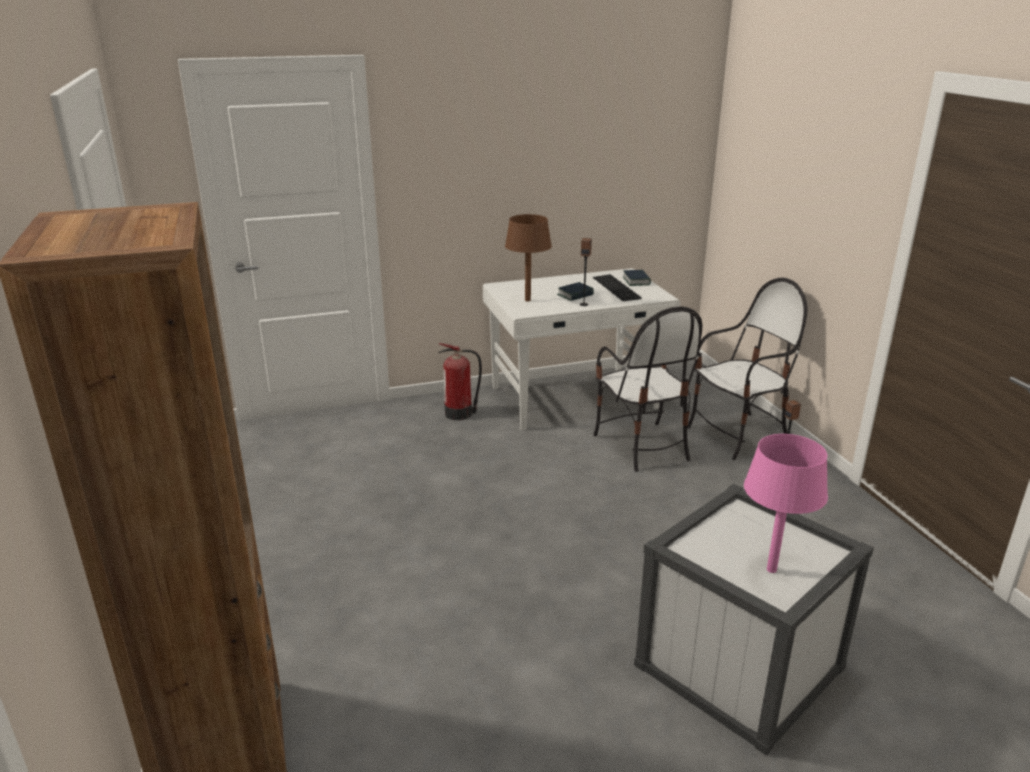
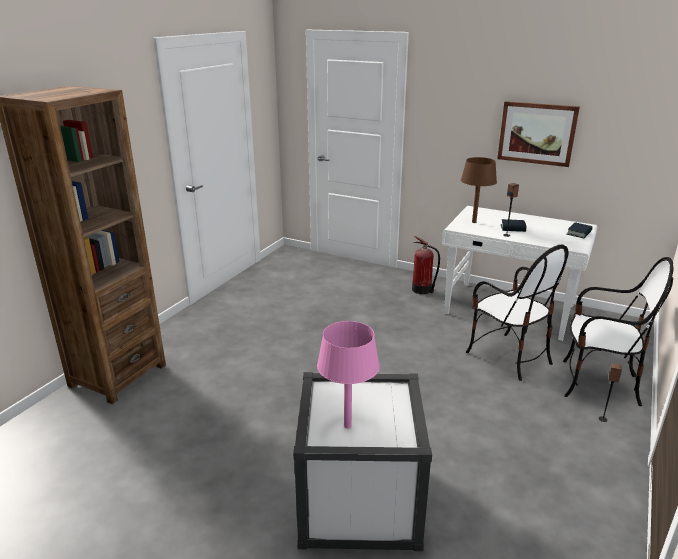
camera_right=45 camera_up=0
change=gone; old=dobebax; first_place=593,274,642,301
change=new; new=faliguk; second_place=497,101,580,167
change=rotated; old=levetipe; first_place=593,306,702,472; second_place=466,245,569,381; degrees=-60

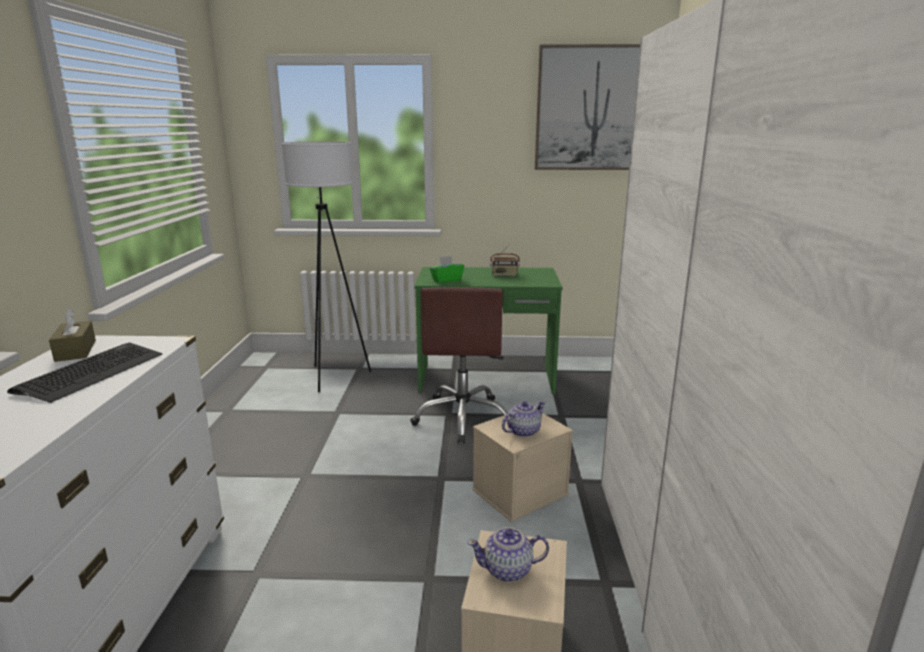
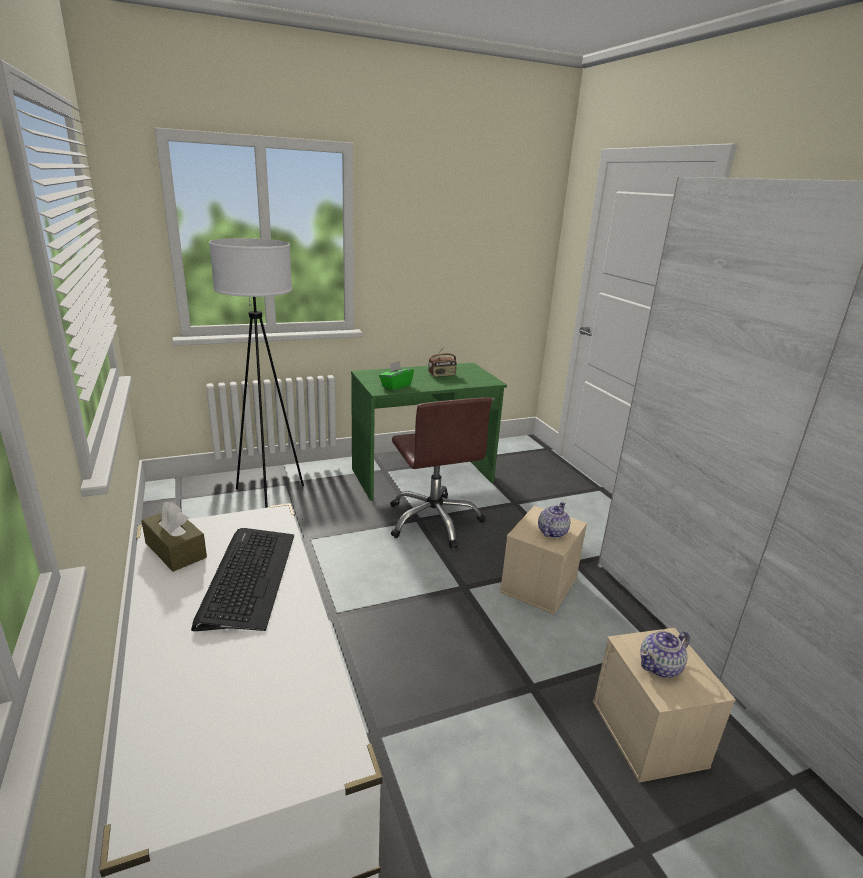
camera_right=-25 camera_up=5
change=gone; old=faliguk; first_place=535,44,640,170

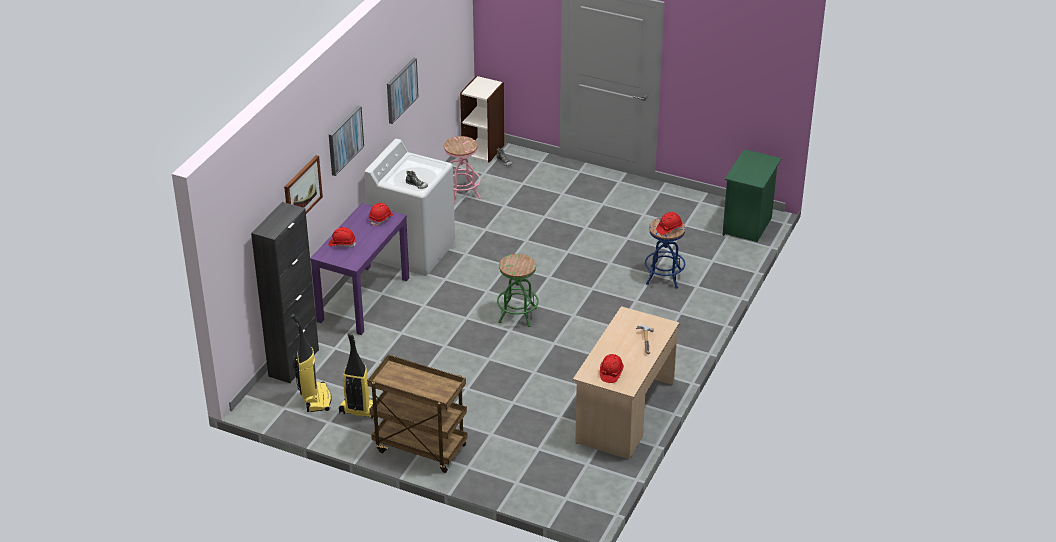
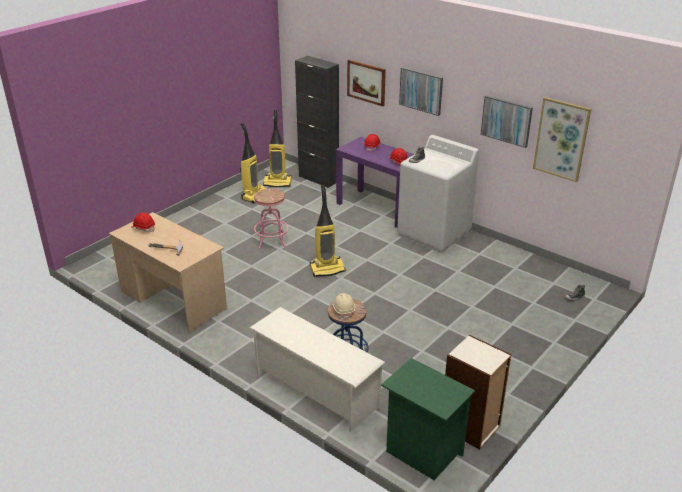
camera_right=105 camera_up=-5
change=gone; old=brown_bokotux; first_place=367,355,468,473
change=new; new=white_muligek; second_place=249,307,385,432
change=new; new=faliguk; second_place=533,97,591,182
change=shifted; old=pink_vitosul; first_place=444,136,481,204; second_place=254,189,288,249
change=shifted; old=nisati; first_place=460,76,505,163; second_place=445,335,511,450
change=swapped; old=green_vitosul; new=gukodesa; first_place=497,254,539,327; second_place=310,185,346,277
change=repainted; old=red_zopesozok; new=beige_zopesozok; first_place=656,212,683,235; second_place=333,293,355,319

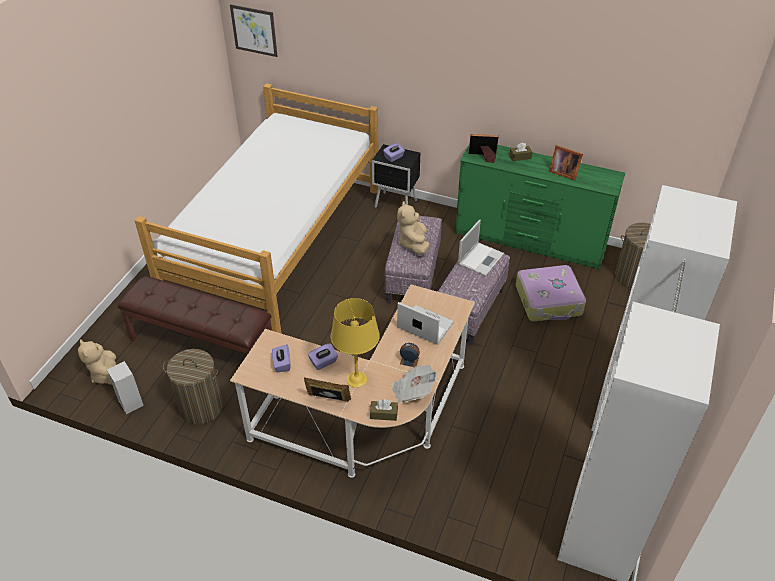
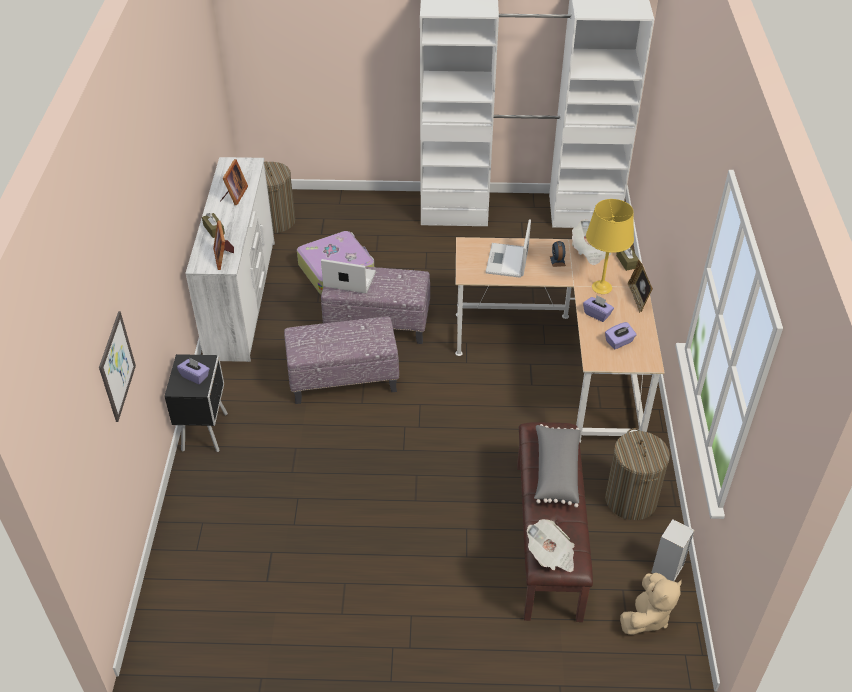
camera_right=-110 camera_up=0
change=gone; old=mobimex; first_place=135,83,378,334
change=gone; old=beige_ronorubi; first_place=397,201,430,255
change=new; new=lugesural; second_place=527,519,575,572
change=new; new=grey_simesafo; second_place=534,424,581,508
change=shifted; old=faliguk; first_place=230,4,278,57; second_place=99,311,136,422
change=repainted; old=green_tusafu; new=white_tusafu; first_place=455,145,625,270; second_place=185,157,275,362

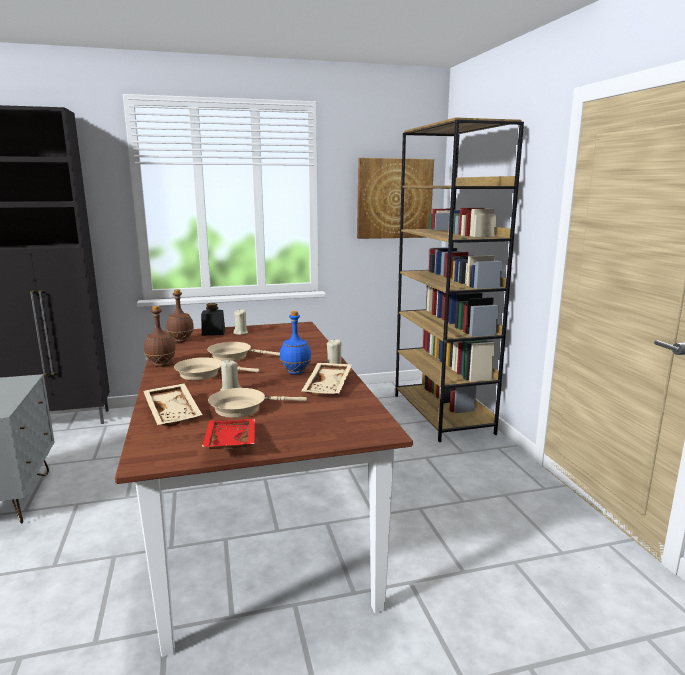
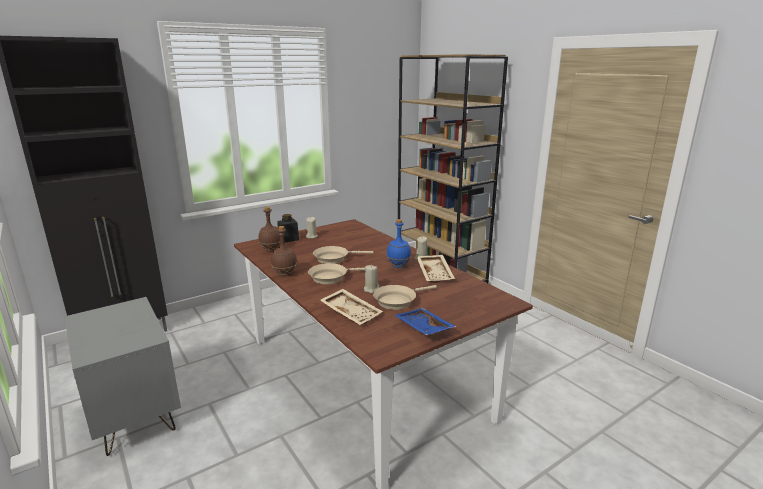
camera_right=-20 camera_up=5
change=gone; old=faliguk; first_place=357,158,434,239
change=repainted; old=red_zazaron; new=blue_zazaron; first_place=202,419,255,449; second_place=395,308,457,336

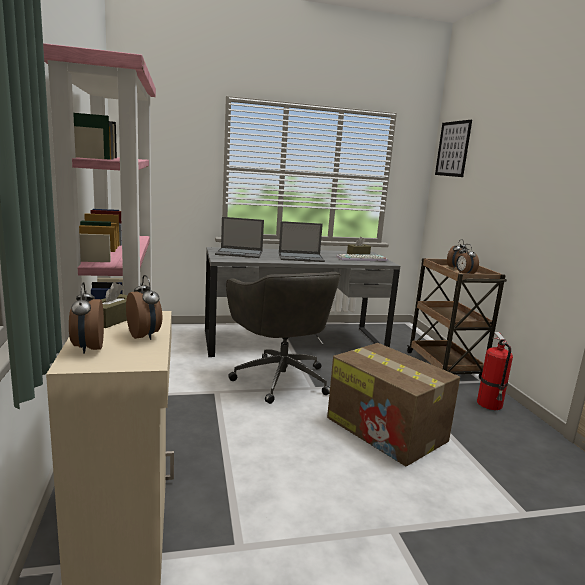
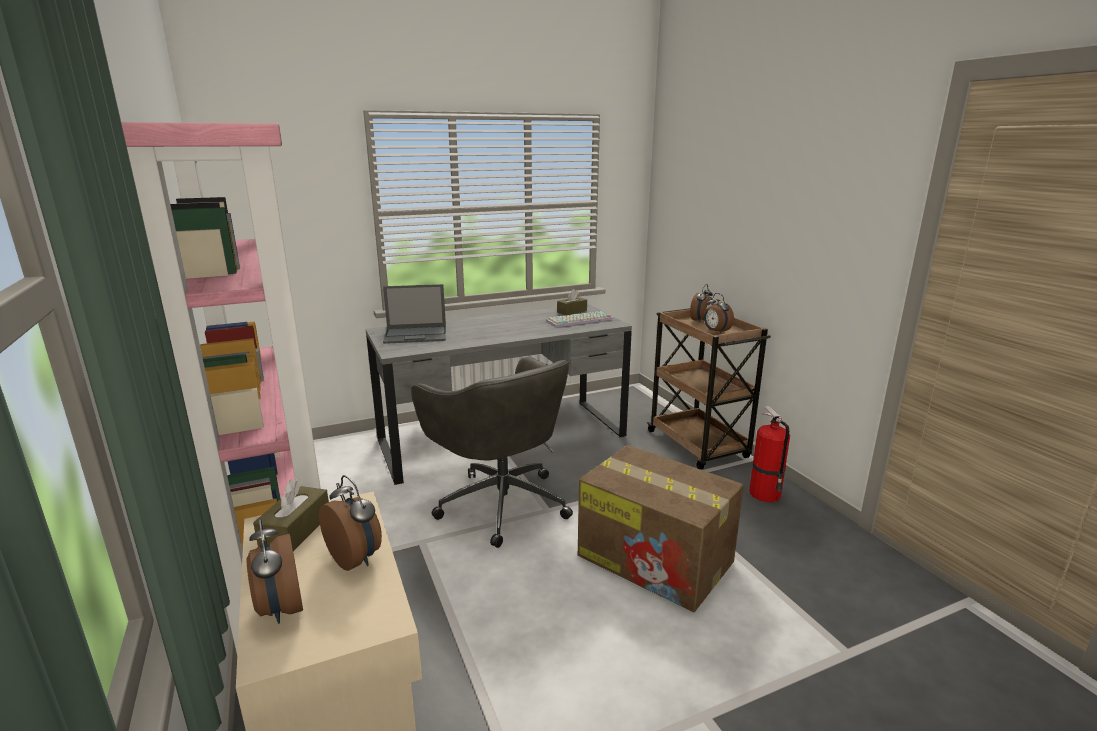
camera_right=-10 camera_up=5
change=gone; old=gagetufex; first_place=279,221,325,262
change=gone; old=faliguk; first_place=435,120,472,177

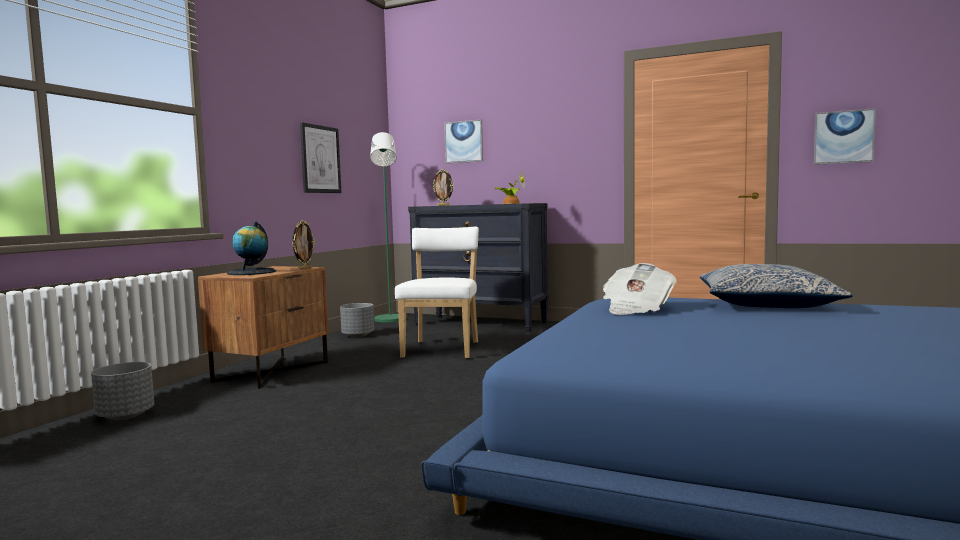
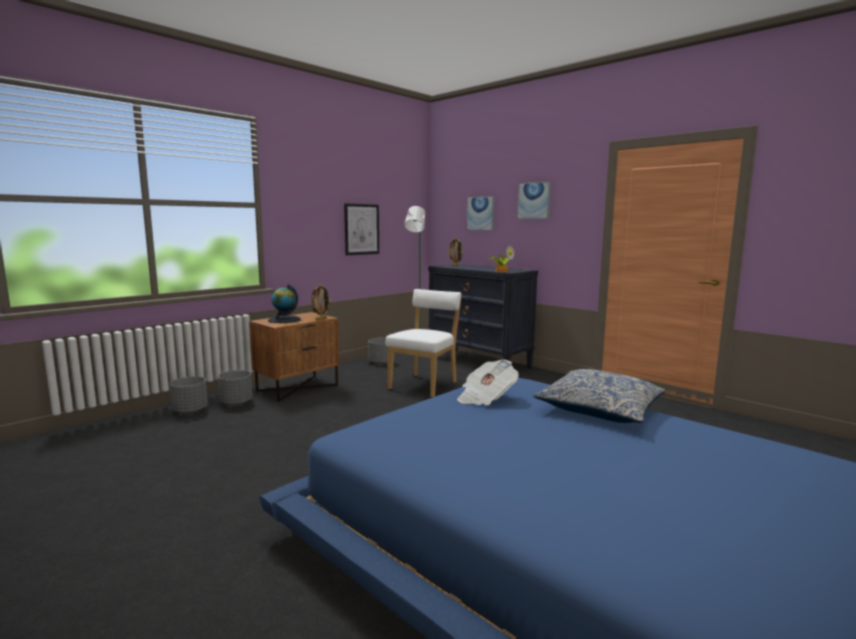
camera_right=20 camera_up=5
change=new; new=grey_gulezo; second_place=218,370,253,405
change=shifted; old=faliguk; first_place=814,108,876,165; second_place=517,181,551,220

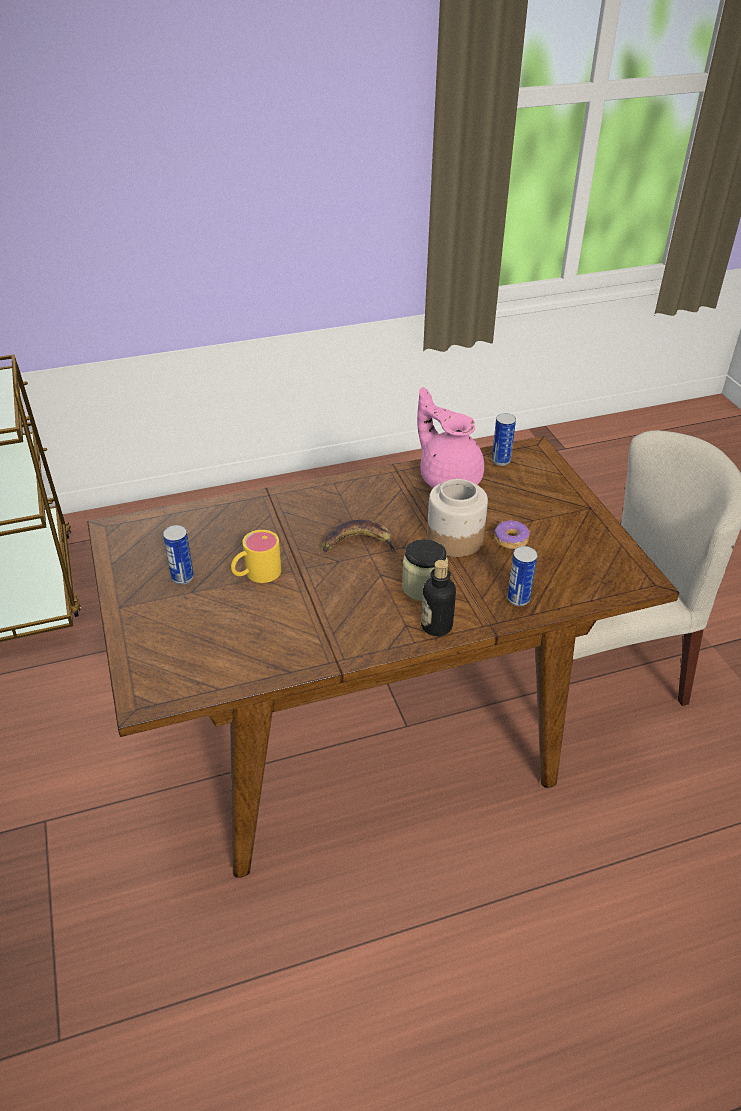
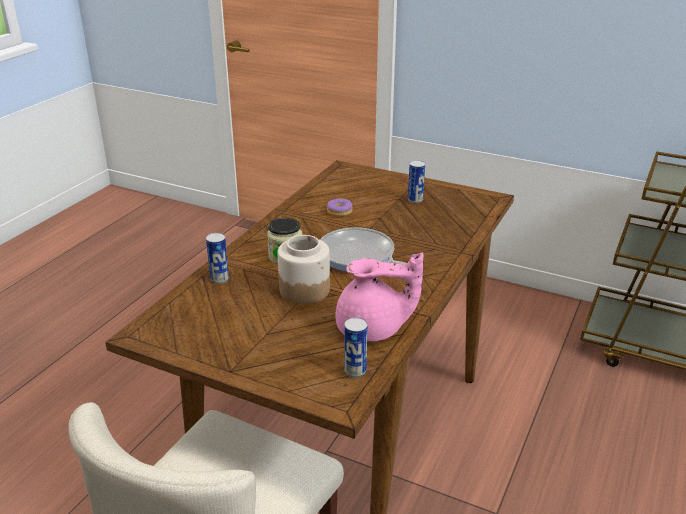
camera_right=135 camera_up=-10
change=gone; old=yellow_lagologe; first_place=231,530,281,583
change=gone; old=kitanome; first_place=421,560,456,636
change=shifted; old=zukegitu; first_place=494,520,530,549; second_place=327,198,353,216
change=swapped; old=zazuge; new=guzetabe; first_place=323,520,396,553; second_place=320,227,407,272

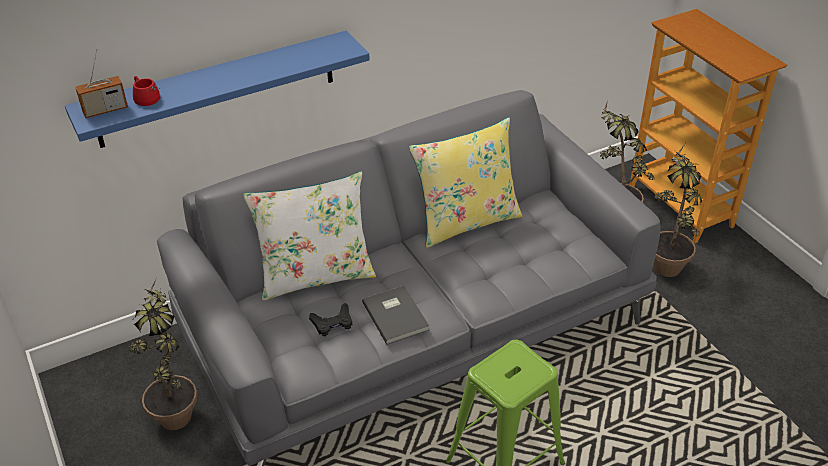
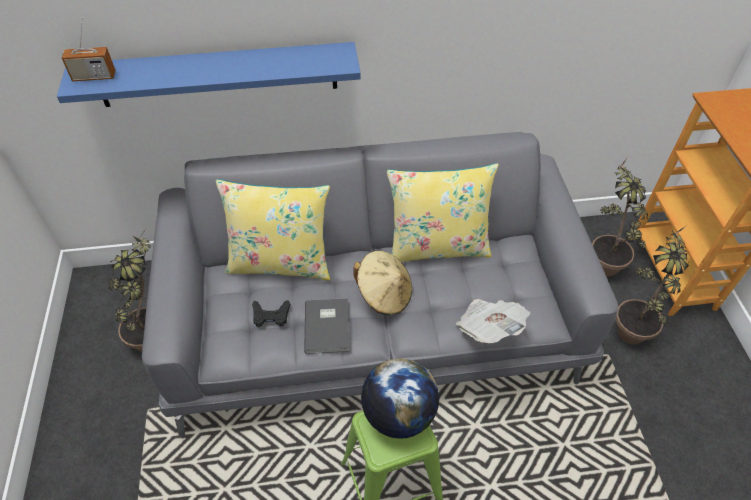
camera_right=20 camera_up=10
change=gone; old=red_lagologe; first_place=133,76,160,106
change=new; new=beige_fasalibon; second_place=353,251,412,315
change=new; new=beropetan; second_place=361,358,439,439
change=new; new=lugesural; second_place=456,299,530,343
change=repainted; old=white_simesafo; new=yellow_simesafo; first_place=243,171,376,300; second_place=216,179,330,280

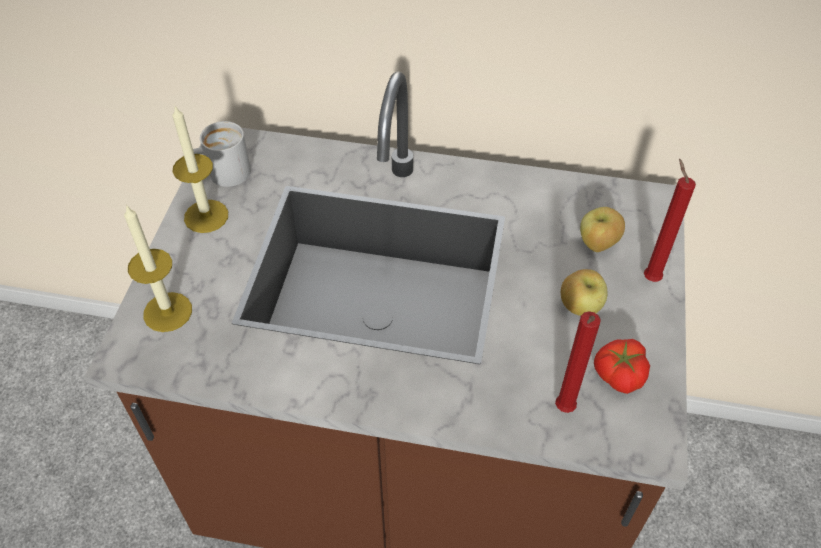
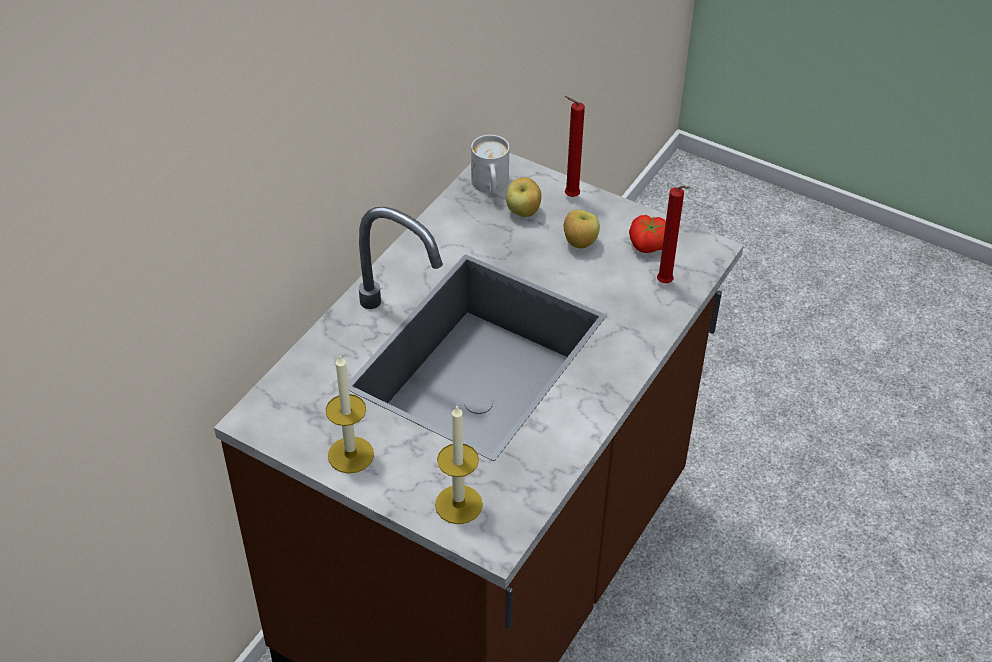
camera_right=-70 camera_up=-5
change=shifted; old=white_lagologe; first_place=193,121,251,187; second_place=471,135,509,195

